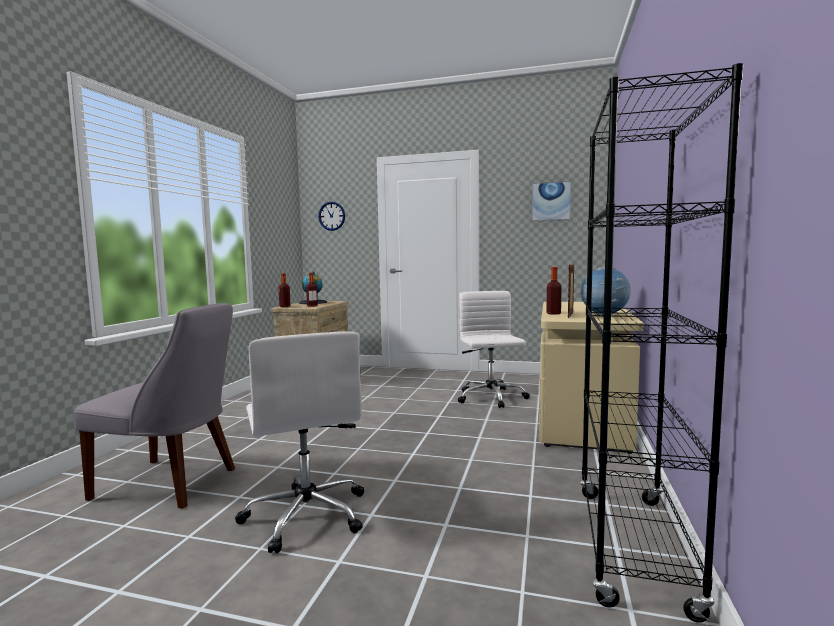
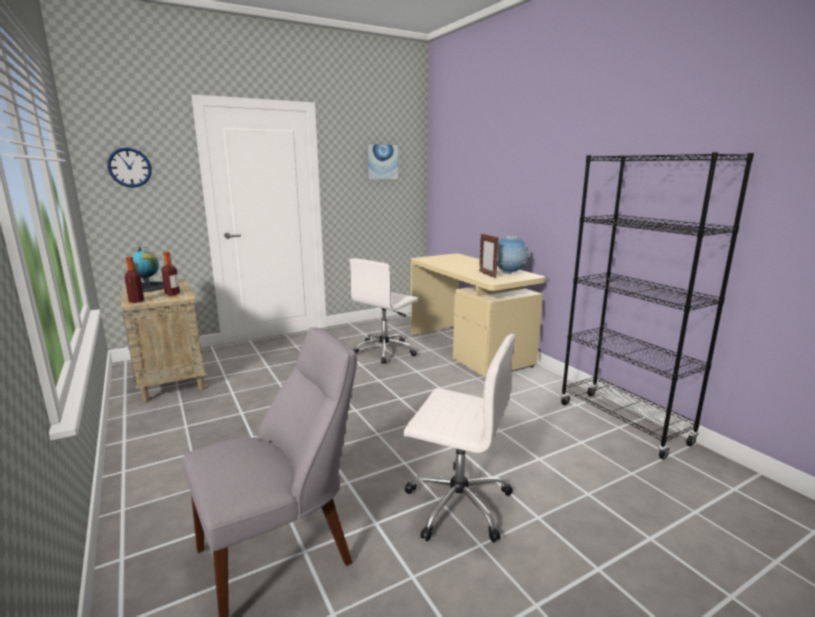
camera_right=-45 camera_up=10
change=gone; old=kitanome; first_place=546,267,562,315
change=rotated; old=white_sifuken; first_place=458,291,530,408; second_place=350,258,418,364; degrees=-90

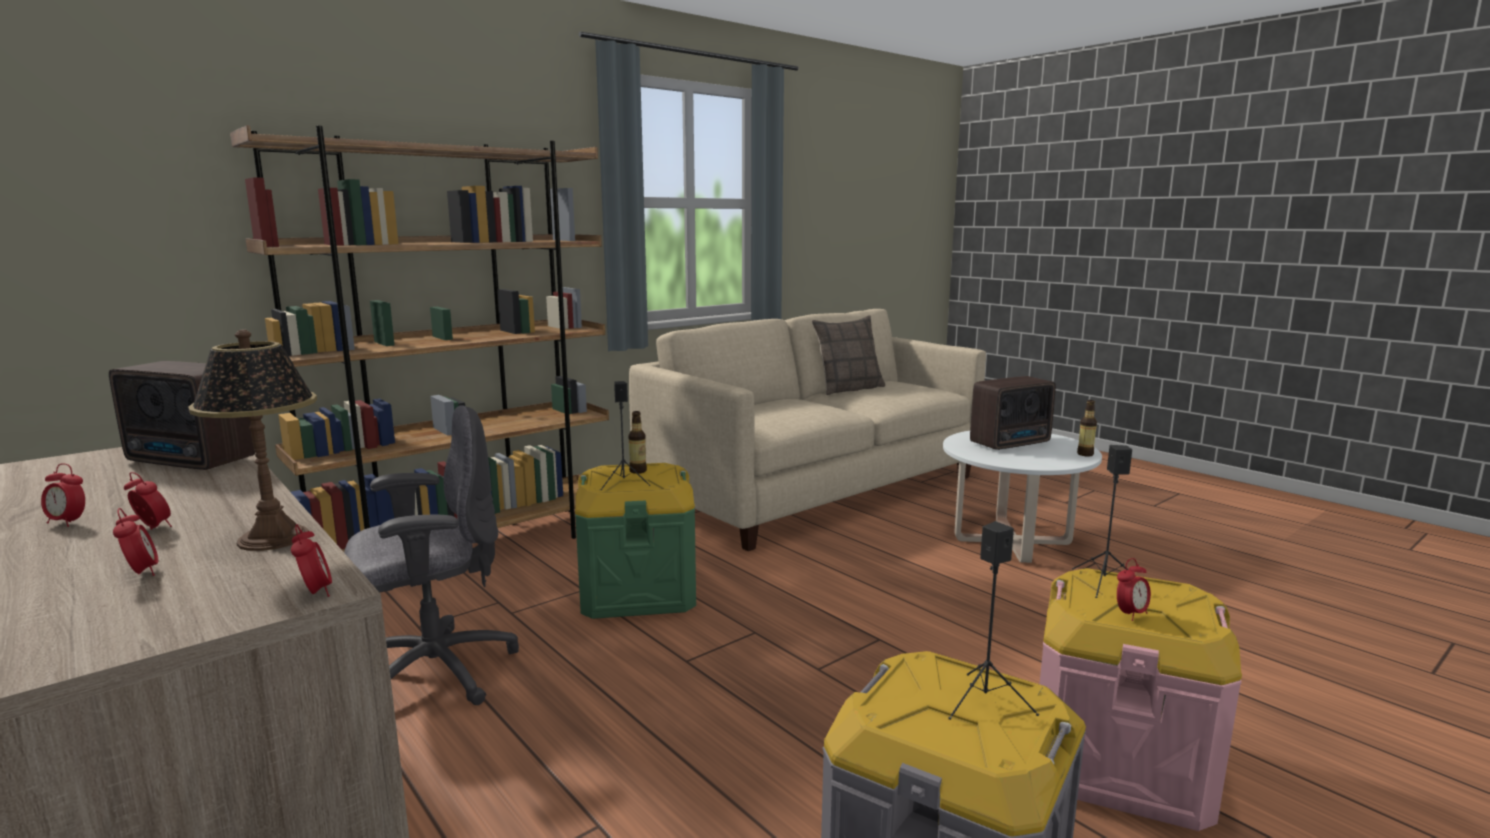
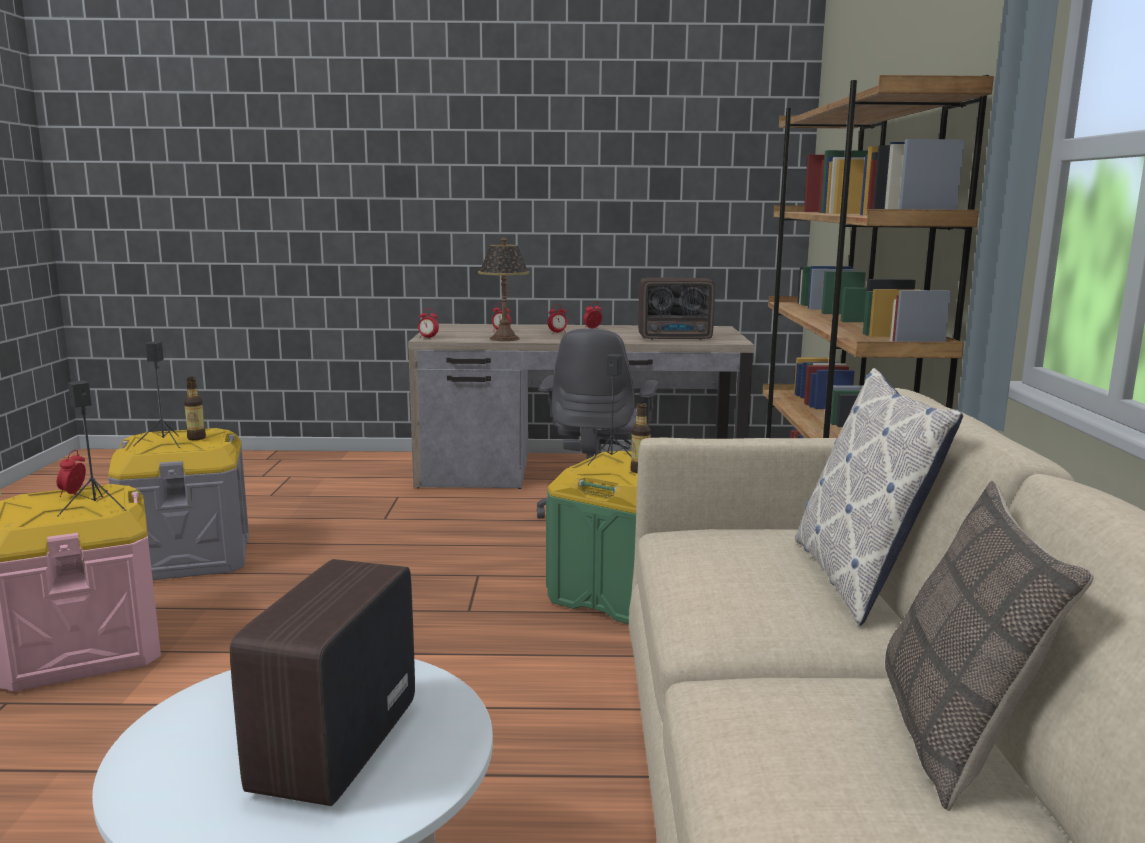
camera_right=130 camera_up=0
change=new; new=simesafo; second_place=795,368,963,626
change=shifted; old=kitanome; first_place=1077,400,1097,456; second_place=184,377,206,440
change=rotated; old=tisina; first_place=109,361,255,470; second_place=638,278,715,340; degrees=-150

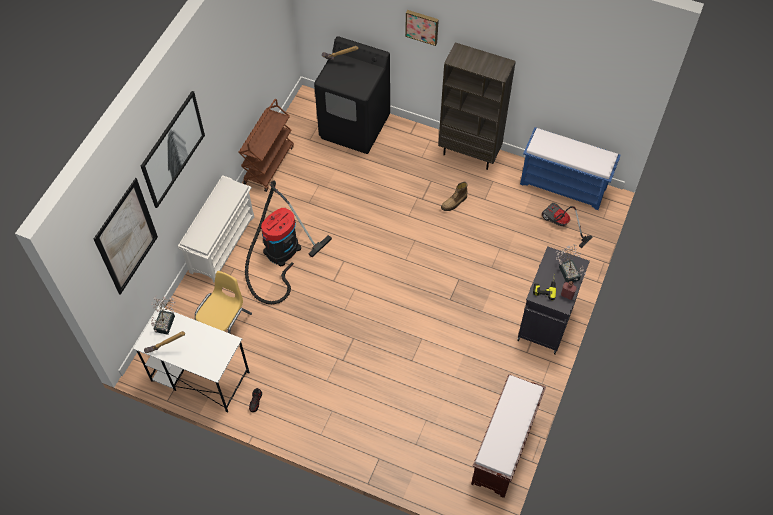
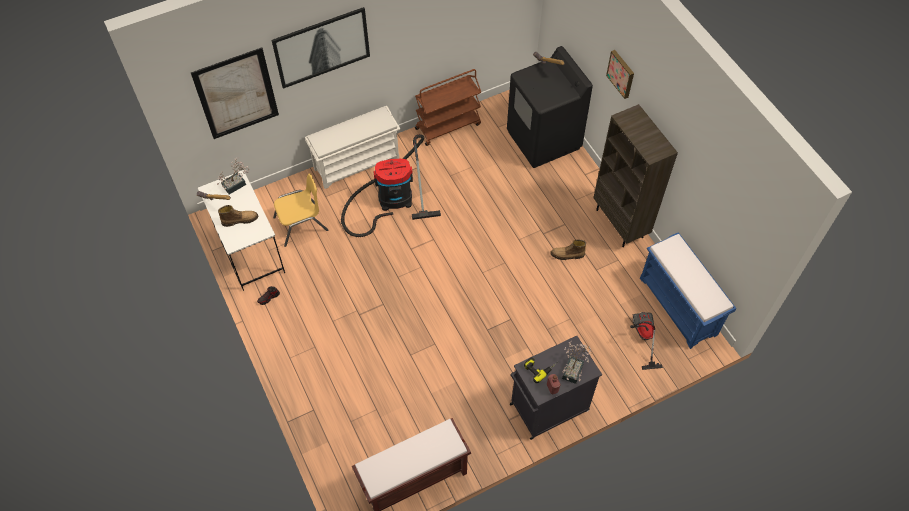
camera_right=40 camera_up=0
change=new; new=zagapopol; second_place=218,205,258,227

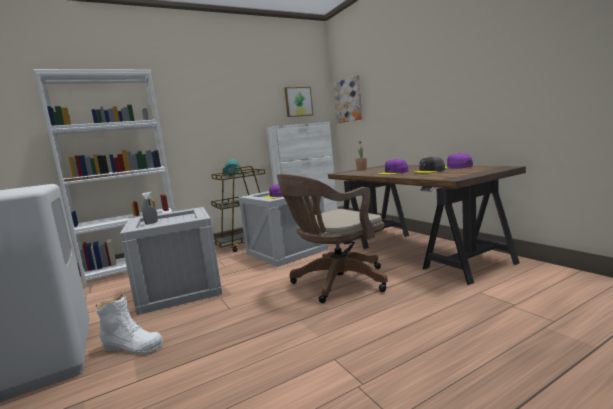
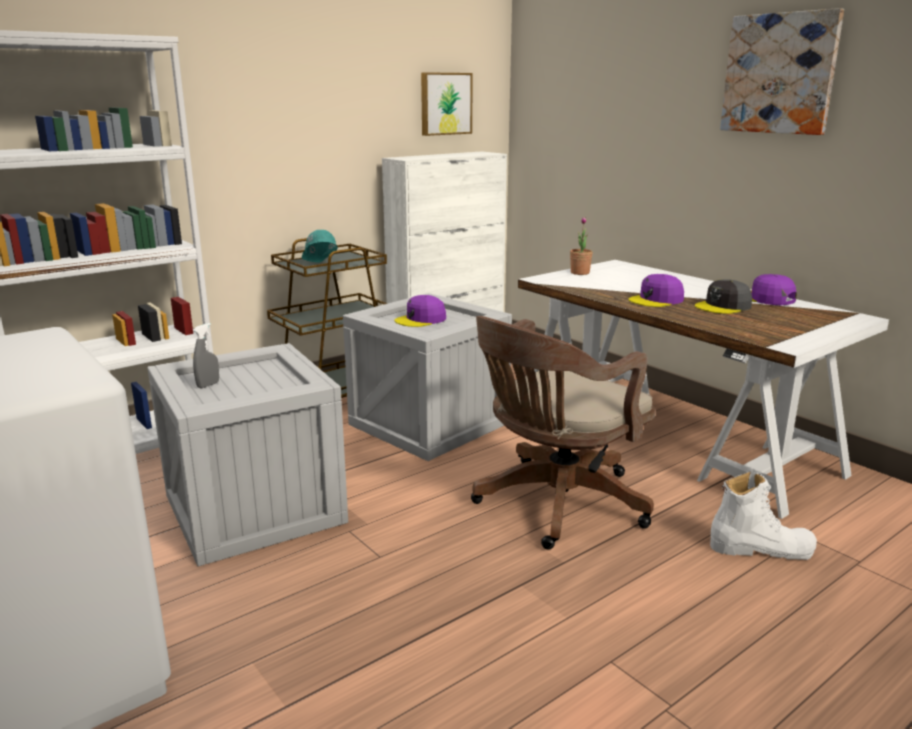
camera_right=-10 camera_up=10
change=shifted; old=white_zagapopol; first_place=96,295,163,354; second_place=710,471,817,560
change=shifted; old=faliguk; first_place=333,75,363,123; second_place=720,8,844,135
change=repainted; old=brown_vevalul; new=white_vevalul; first_place=328,165,526,285; second_place=518,260,889,519

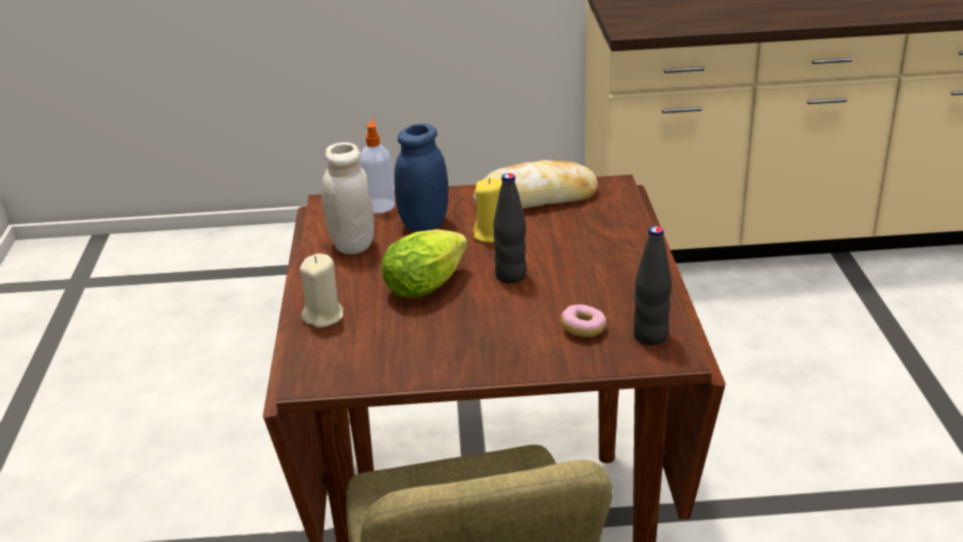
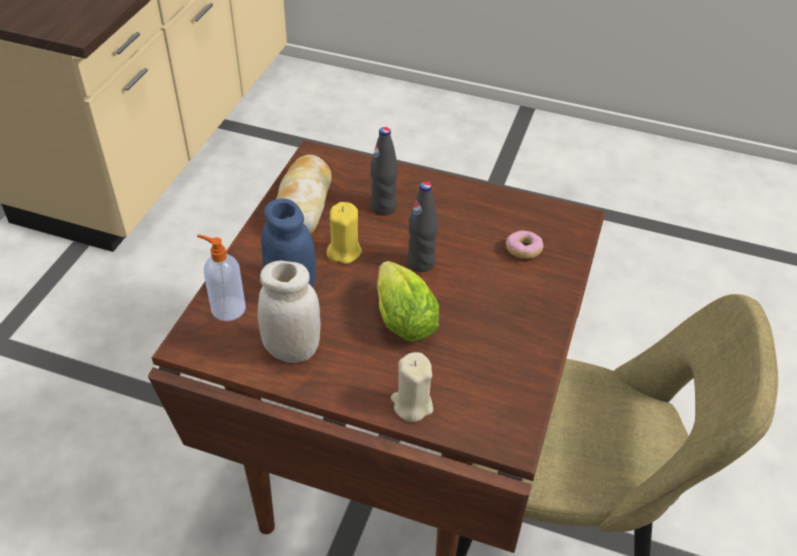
camera_right=-70 camera_up=15
change=shifted; old=black_kitanome; first_place=633,226,672,345; second_place=370,127,398,216

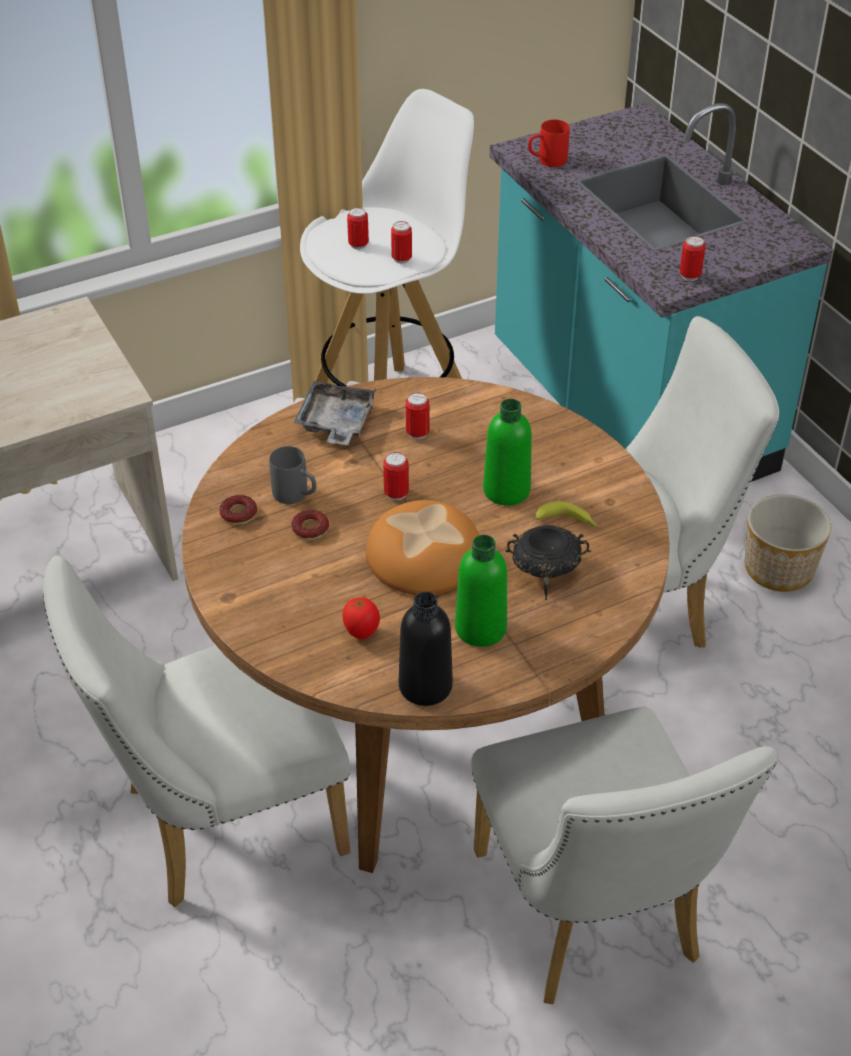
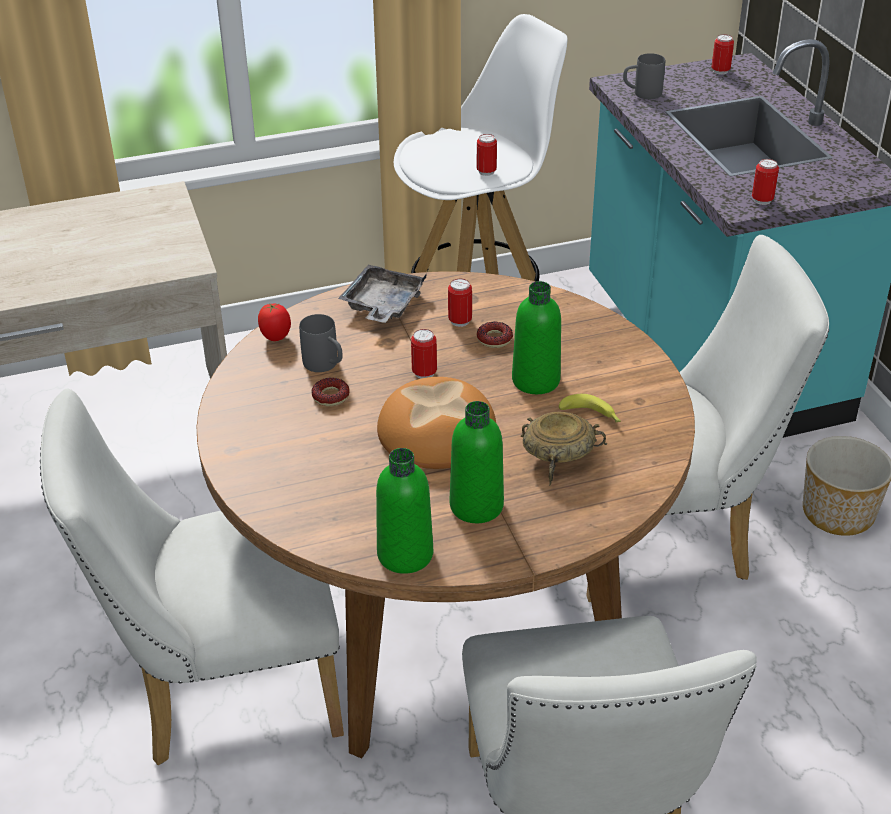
camera_right=10 camera_up=-5
change=shifted; old=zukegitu; first_place=219,495,257,525; second_place=477,322,513,348
change=shifted; old=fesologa; first_place=343,598,380,639; second_place=258,303,291,341
change=shifted; old=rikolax; first_place=347,207,369,250; second_place=712,34,734,75
change=repainted; old=black_kitanome; new=green_kitanome; first_place=399,592,453,706; second_place=376,448,433,574
change=repainted; old=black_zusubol; new=beige_zusubol; first_place=506,525,591,600; second_place=521,412,607,485
change=repainted; old=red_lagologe; new=grey_lagologe; first_place=528,120,570,167; second_place=623,53,665,99

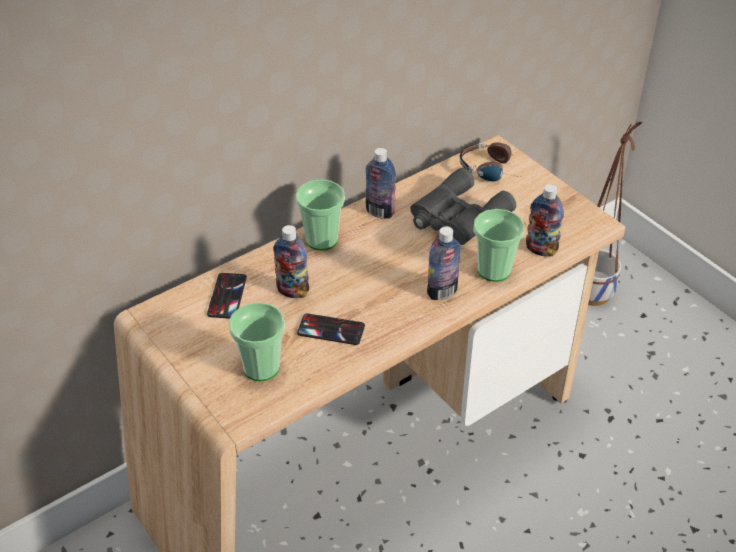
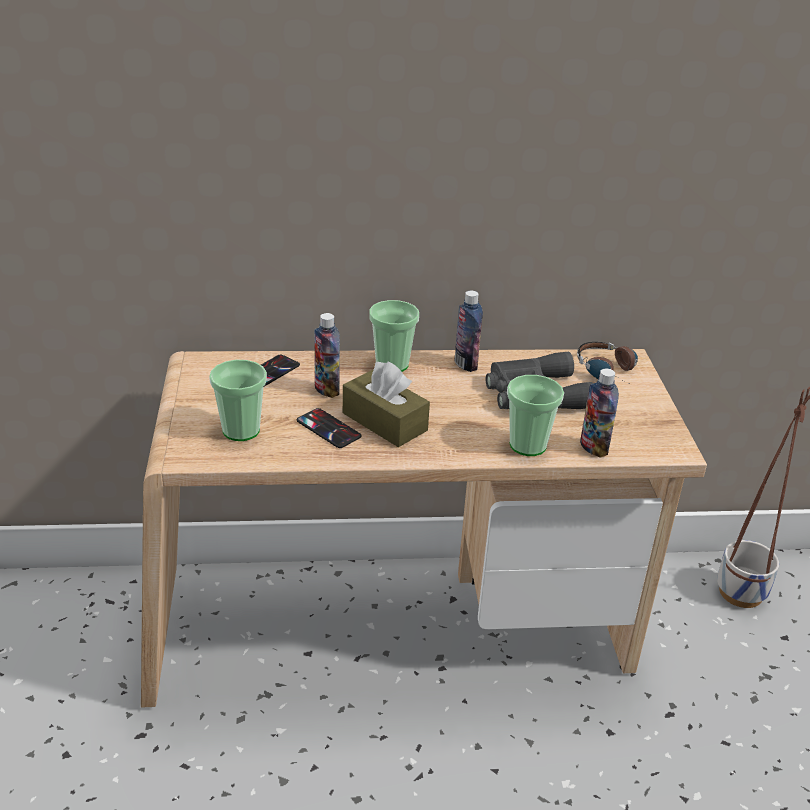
camera_right=30 camera_up=-10
change=gone; old=kitanome; first_place=427,226,461,300
change=new; new=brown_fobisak; second_place=343,362,430,447

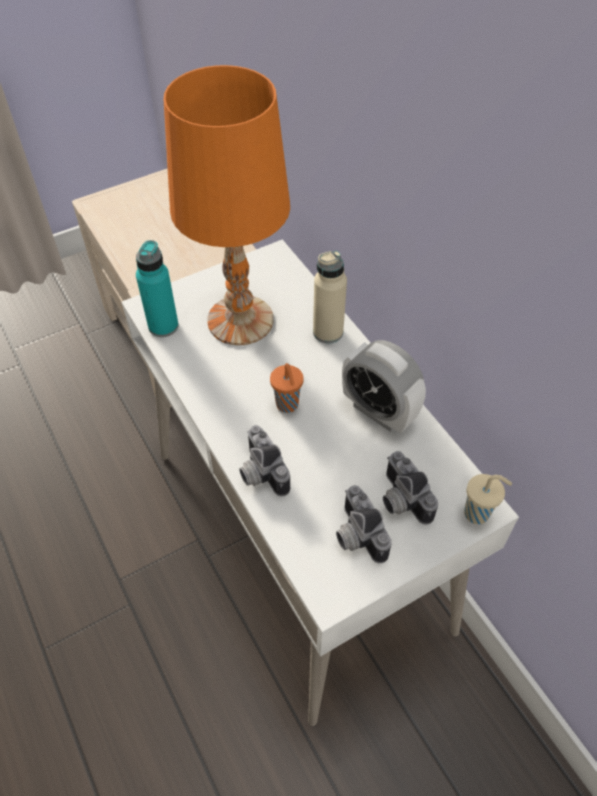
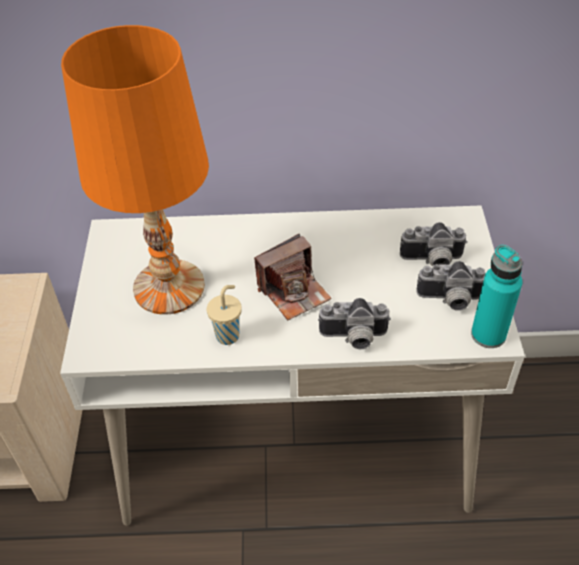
camera_right=-60 camera_up=-5
change=gone; old=beige_kitanome; first_place=313,251,347,343
change=gone; old=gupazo; first_place=342,340,426,433
change=shifted; old=turquoise_kitanome; first_place=136,240,179,337; second_place=471,245,523,348
change=shifted; old=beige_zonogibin; first_place=464,474,512,524; second_place=207,285,242,345
change=swapped; old=orange_zonogibin; new=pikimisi; first_place=270,363,304,413; second_place=254,234,331,320

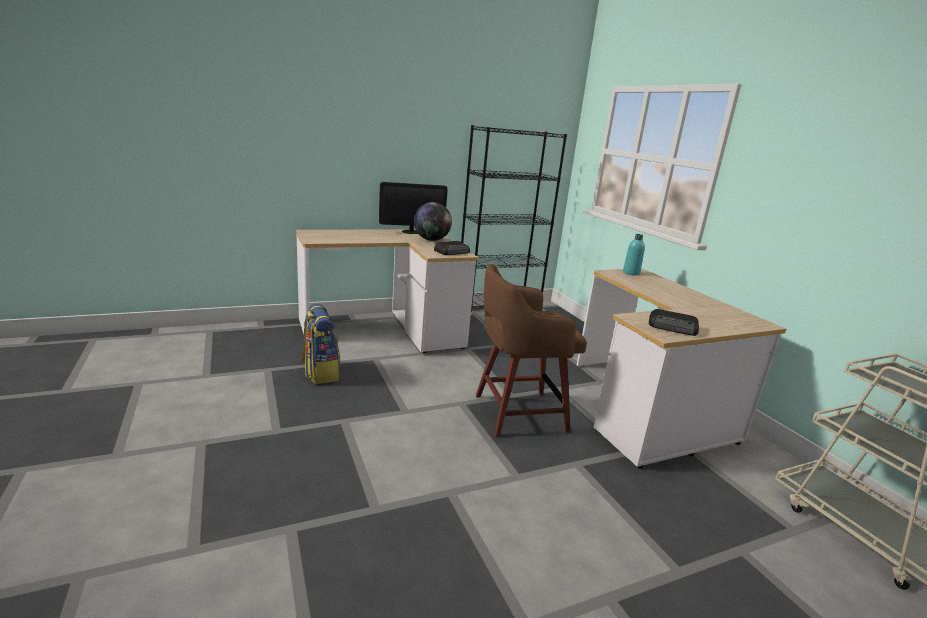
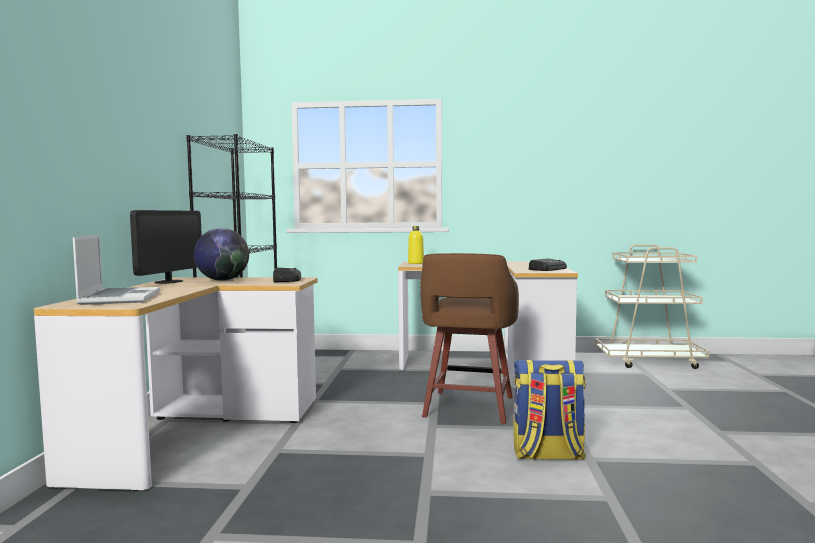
camera_right=-60 camera_up=-15
change=new; new=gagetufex; second_place=73,235,160,305
change=shifted; old=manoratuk; first_place=301,304,341,384; second_place=513,360,586,460
change=repainted; old=turquoise_kitanome; new=yellow_kitanome; first_place=623,234,645,276; second_place=408,226,424,264

